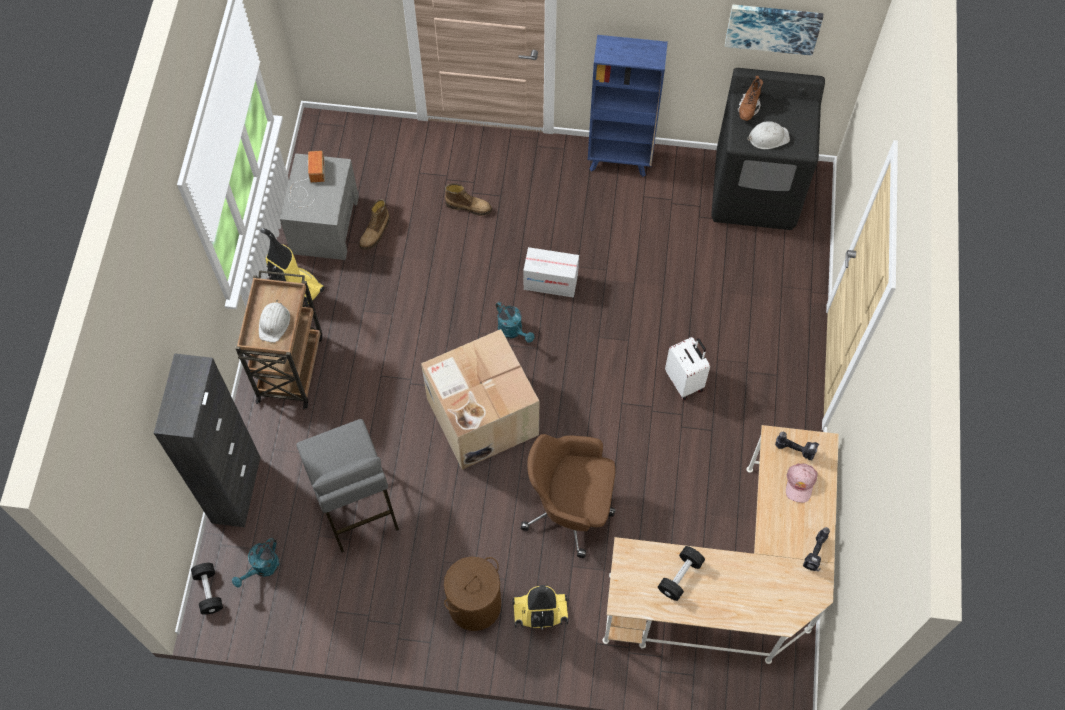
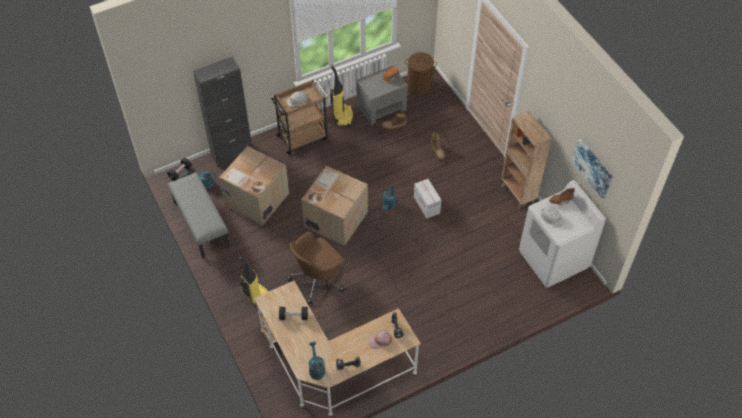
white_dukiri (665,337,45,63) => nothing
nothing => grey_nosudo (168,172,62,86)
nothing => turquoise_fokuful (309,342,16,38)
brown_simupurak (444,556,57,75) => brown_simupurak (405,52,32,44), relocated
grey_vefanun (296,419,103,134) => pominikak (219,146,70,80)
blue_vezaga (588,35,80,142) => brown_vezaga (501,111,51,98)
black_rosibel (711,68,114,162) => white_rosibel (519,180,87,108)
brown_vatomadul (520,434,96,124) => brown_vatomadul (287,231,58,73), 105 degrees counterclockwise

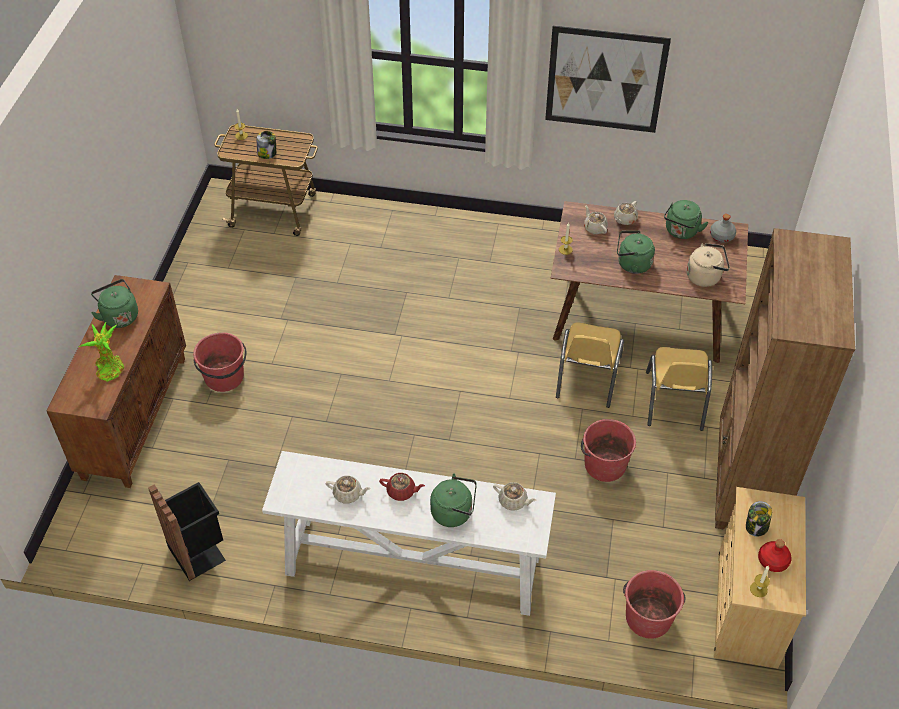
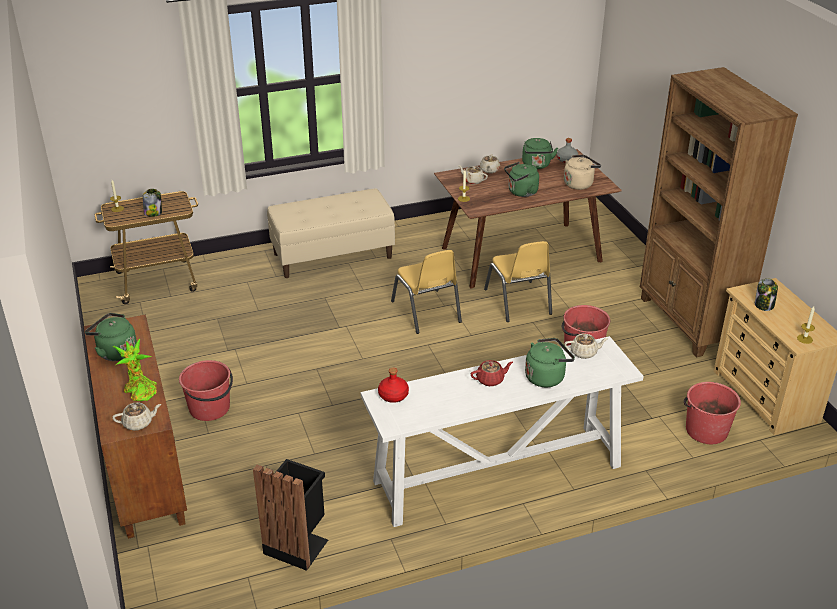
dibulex (545,25,126,108) => nothing
nothing => beige_nosudo (267,189,128,89)
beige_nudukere (326,475,45,28) => beige_nudukere (112,402,49,29), relocated
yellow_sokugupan (646,347,66,84) => yellow_sokugupan (391,250,71,84), relocated
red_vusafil (758,539,34,33) => red_vusafil (378,368,31,35), relocated

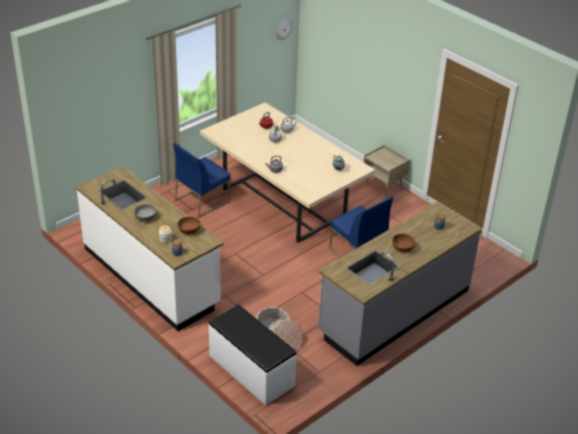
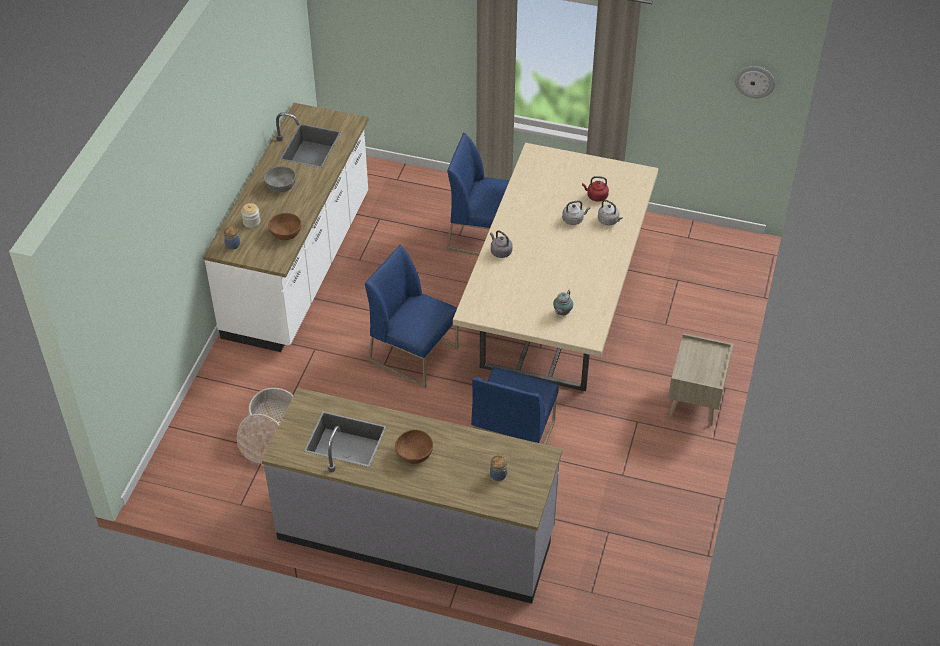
white_nosudo (208,305,89,100) => nothing
nothing => blue_sokugupan (365,245,93,143)

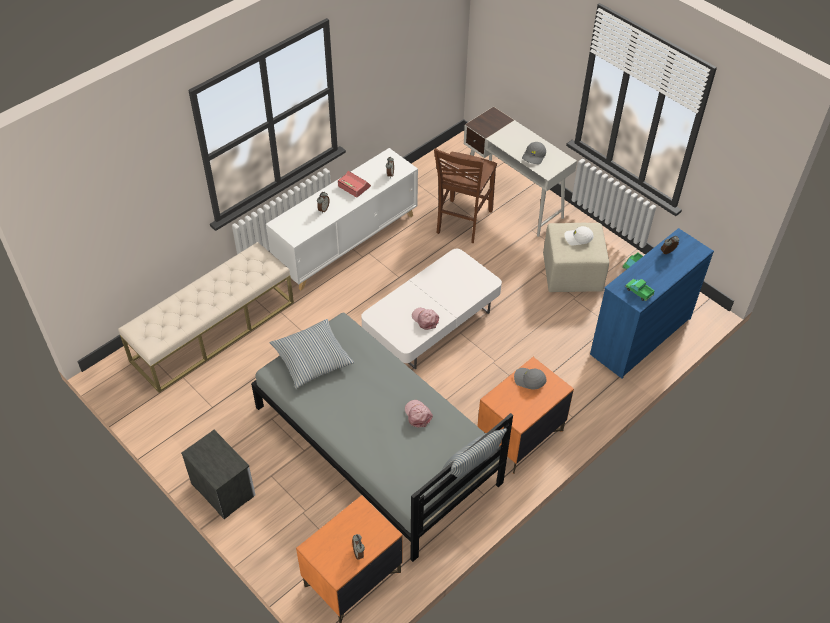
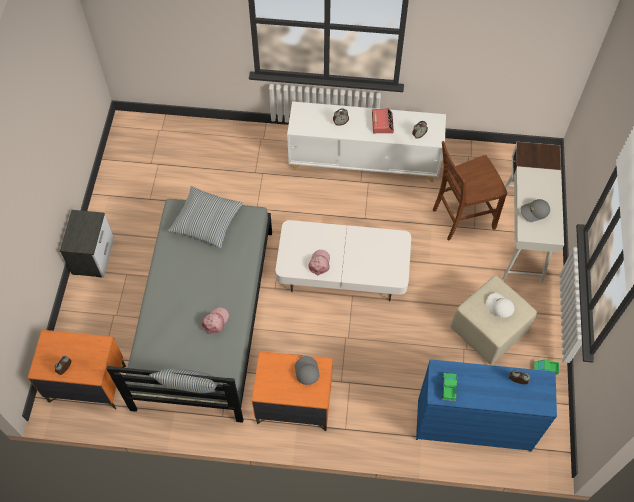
beige_nosudo (118,242,176,151) => nothing

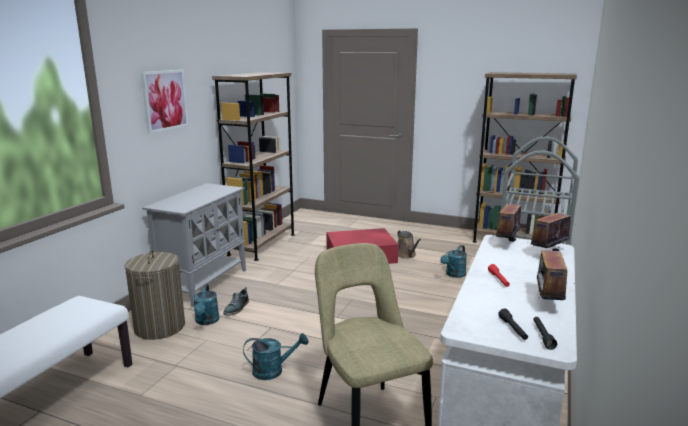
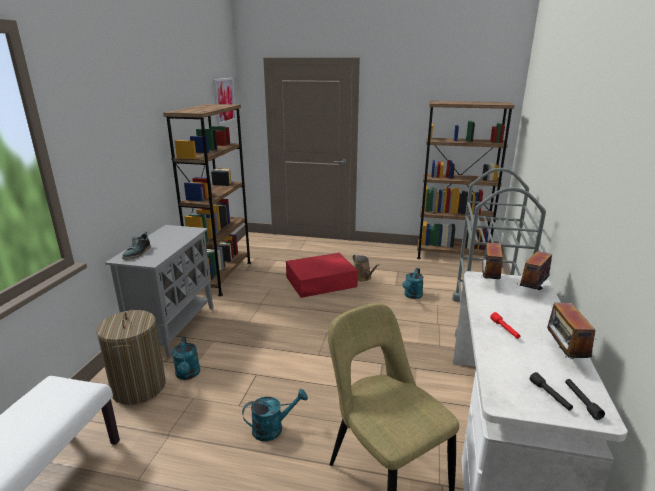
dibulex (141,70,48,64) => dibulex (213,78,23,47), relocated
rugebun (223,287,26,29) => rugebun (122,232,29,28), relocated

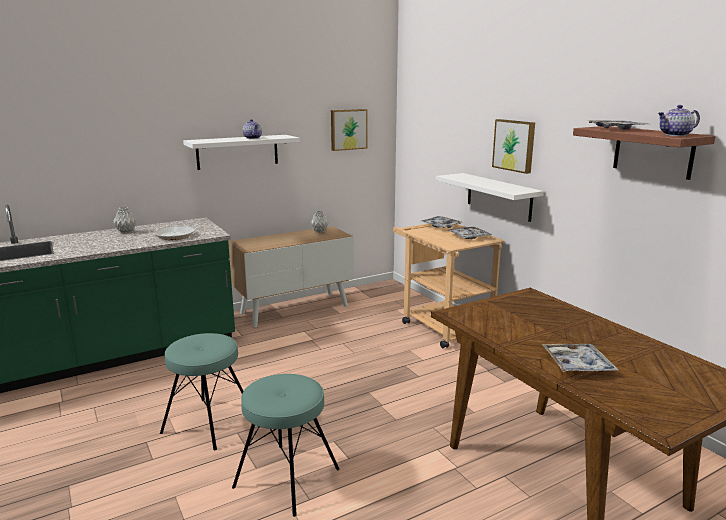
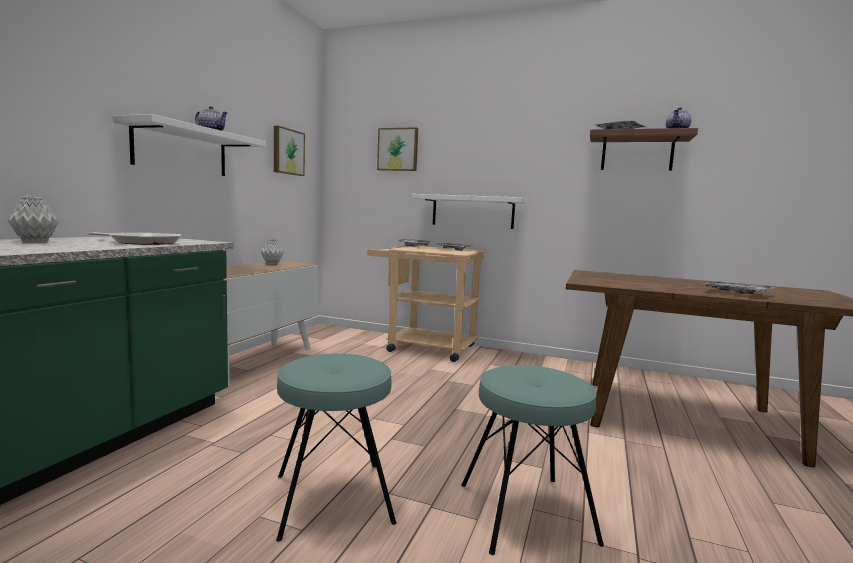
dibulex (492,119,43,55) => dibulex (377,127,41,44), relocated

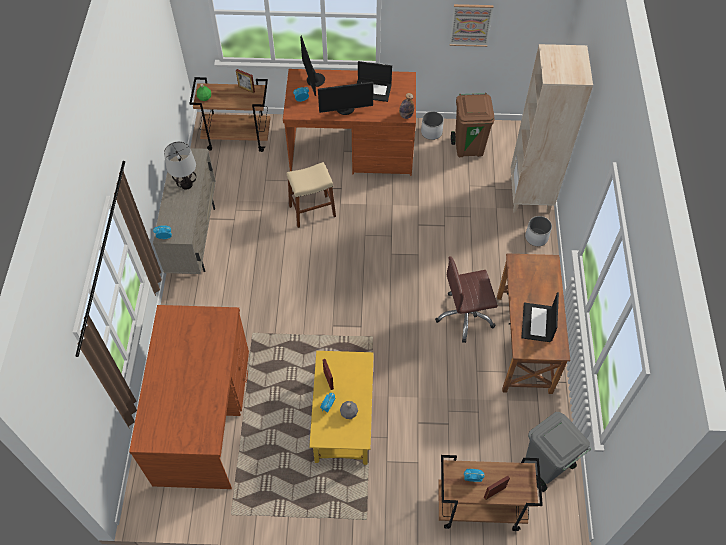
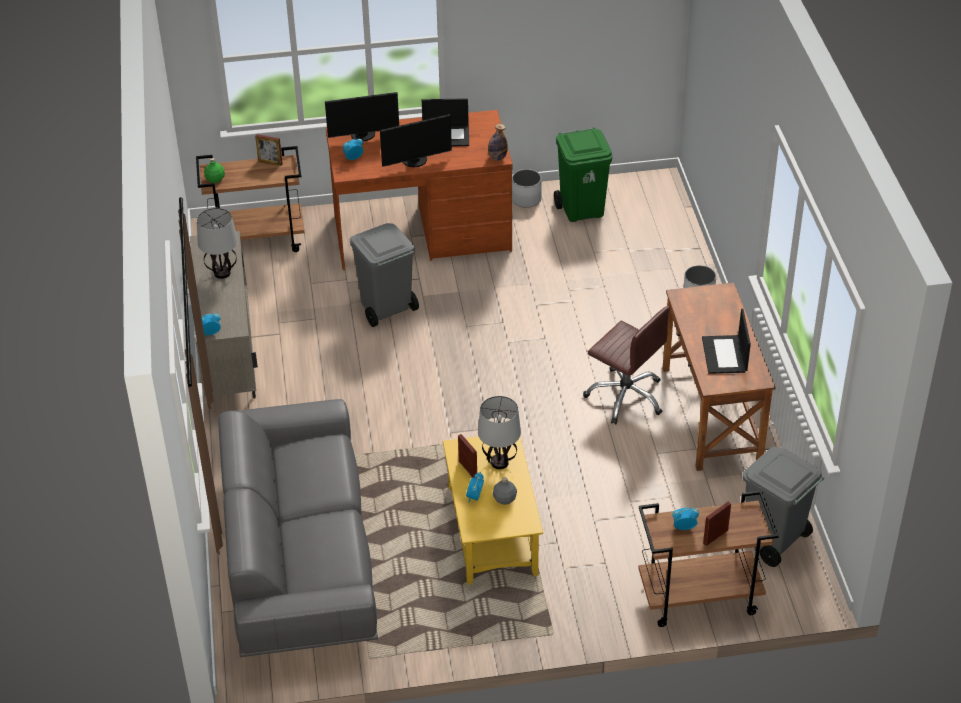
dibulex (449,4,45,43) => nothing
beige_vezaga (511,44,82,169) => nothing
nothing => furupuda (478,396,43,73)
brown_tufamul (129,305,120,184) => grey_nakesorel (218,399,160,258)
beige_vefanun (287,162,49,66) => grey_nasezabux (350,223,69,104)
brown_nasezabux (451,93,44,64) => green_nasezabux (554,127,59,95)
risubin (300,35,25,61) => risubin (325,92,74,49), 75 degrees counterclockwise
brown_vatomadul (435,256,63,87) => brown_vatomadul (583,306,87,118), 120 degrees counterclockwise

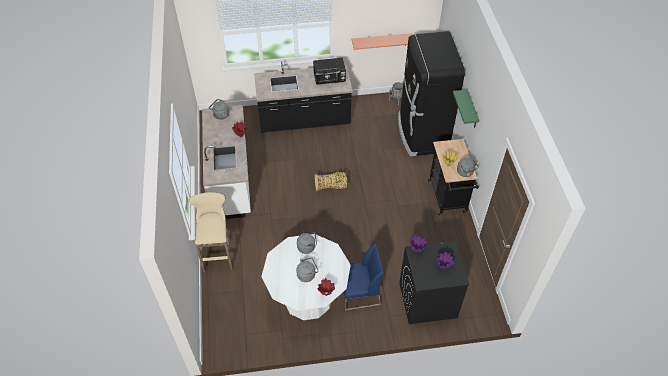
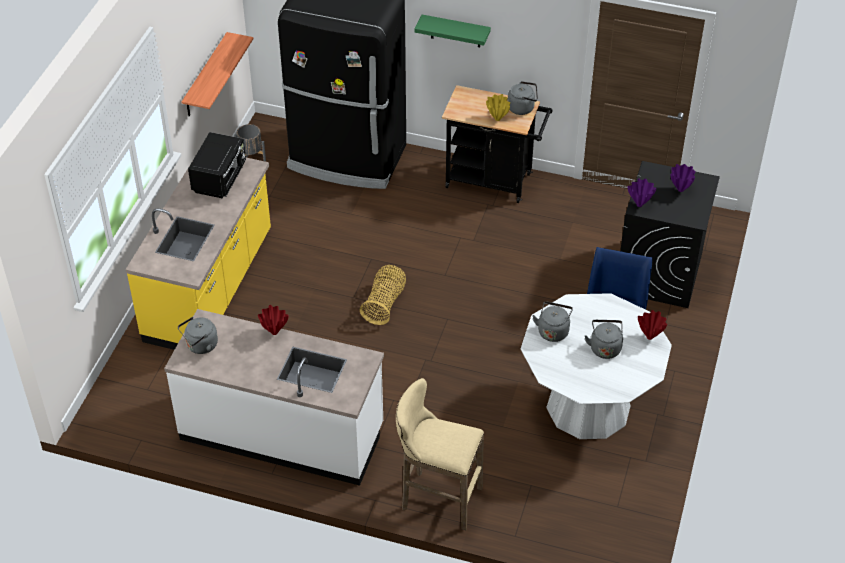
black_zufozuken (254,62,98,71) => yellow_zufozuken (125,158,146,192)

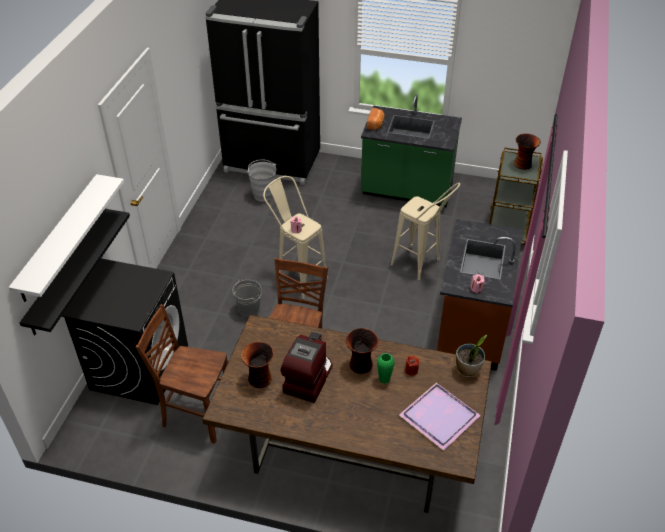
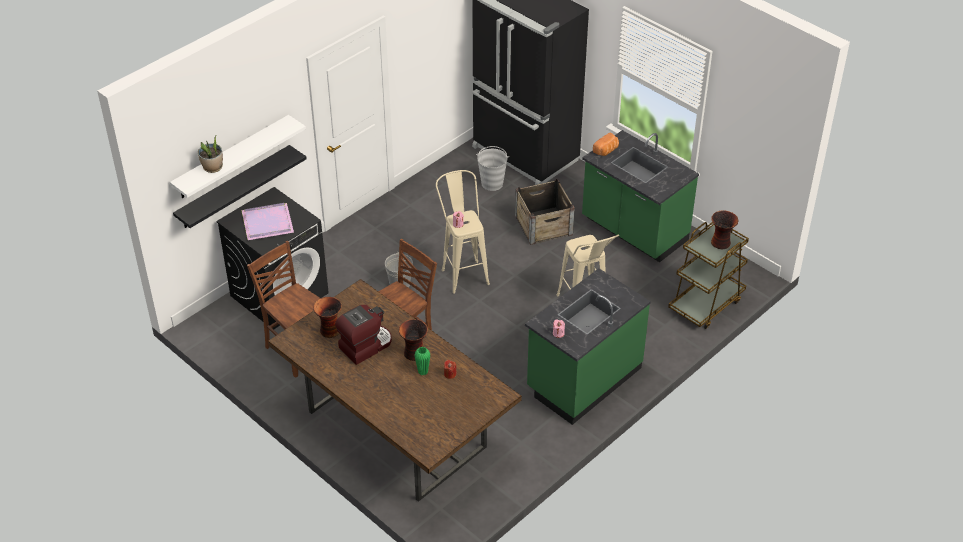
nothing => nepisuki (515,179,60,66)
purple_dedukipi (399,383,82,68) => purple_dedukipi (241,203,53,37), relocated
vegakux (456,335,31,43) => vegakux (198,135,25,38), relocated
brown_zufozuken (437,219,86,152) => green_zufozuken (525,268,126,157)

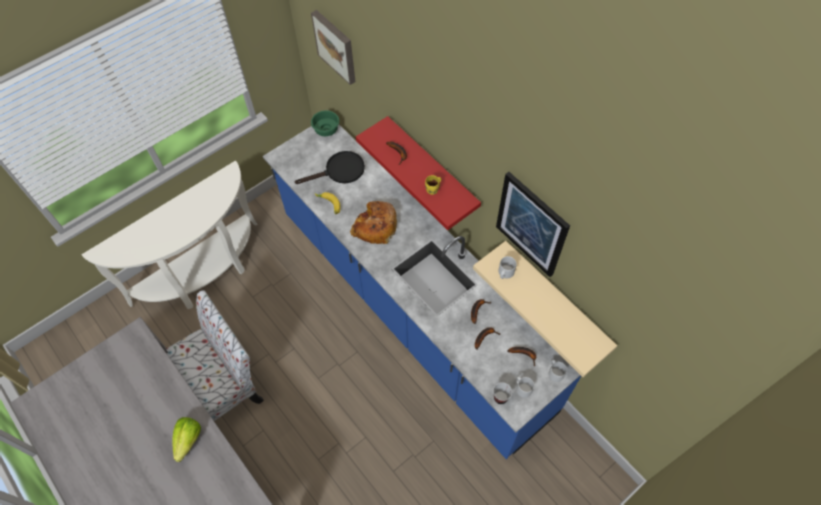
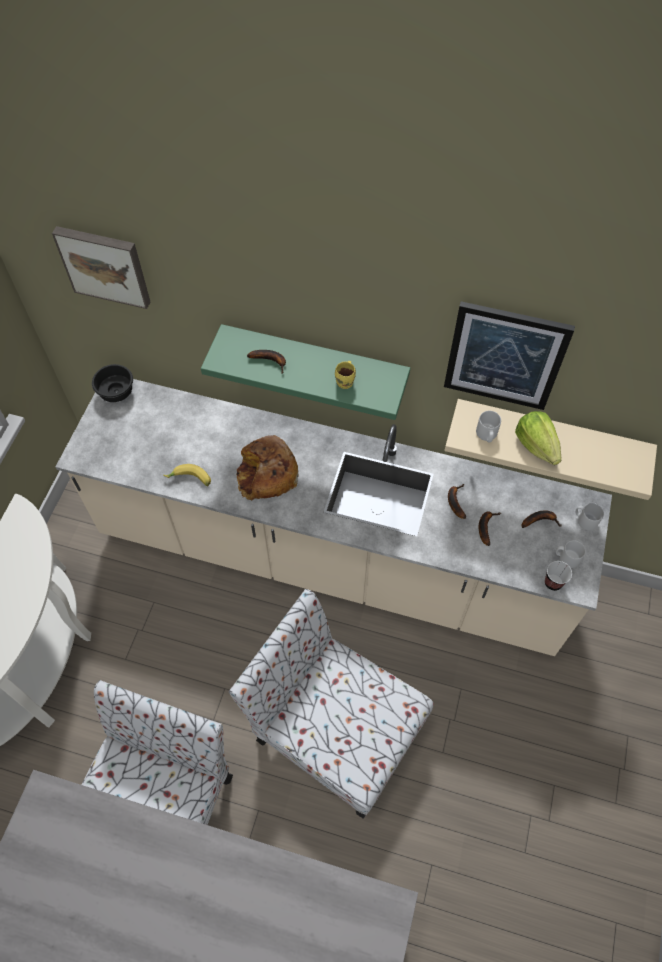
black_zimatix (295,151,70,33) => nothing
nothing => sokugupan (229,589,205,230)
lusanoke (172,417,29,45) => lusanoke (515,411,46,54), relocated
blue_zufozuken (263,125,318,334) => beige_zufozuken (55,379,557,277)
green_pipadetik (311,110,28,26) => black_pipadetik (92,364,41,38)
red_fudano (356,116,125,114) => green_fudano (201,324,209,96)

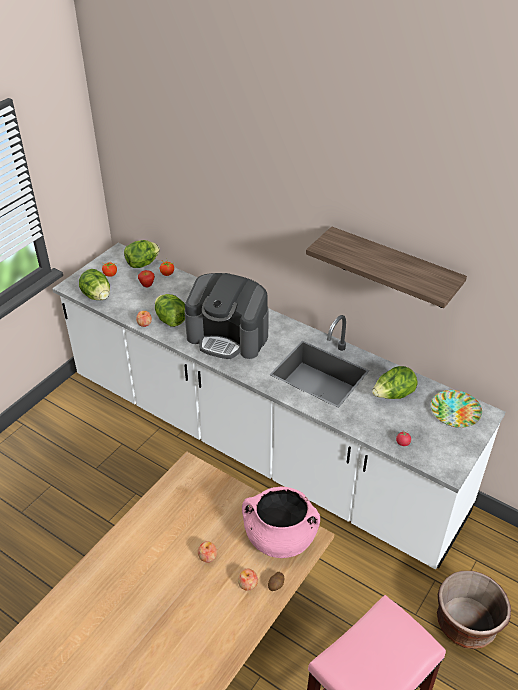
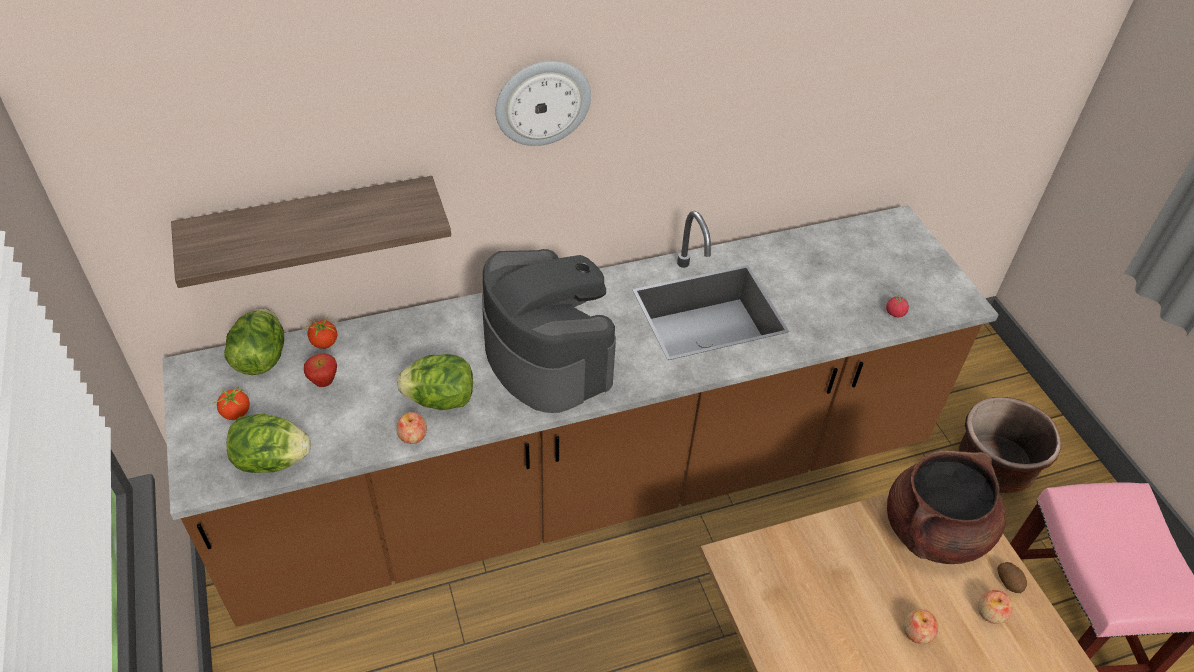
lusanoke (372,366,45,33) => nothing
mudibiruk (431,390,51,38) => nothing
nothing => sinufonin (495,61,96,85)
fudano (306,227,161,81) => fudano (171,176,280,112), relocated
white_zufozuken (52,243,453,326) => brown_zufozuken (162,205,837,422)
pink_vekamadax (242,487,78,71) => brown_vekamadax (887,450,119,114)
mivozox (184,273,85,86) => mivozox (482,249,134,164), 90 degrees counterclockwise

